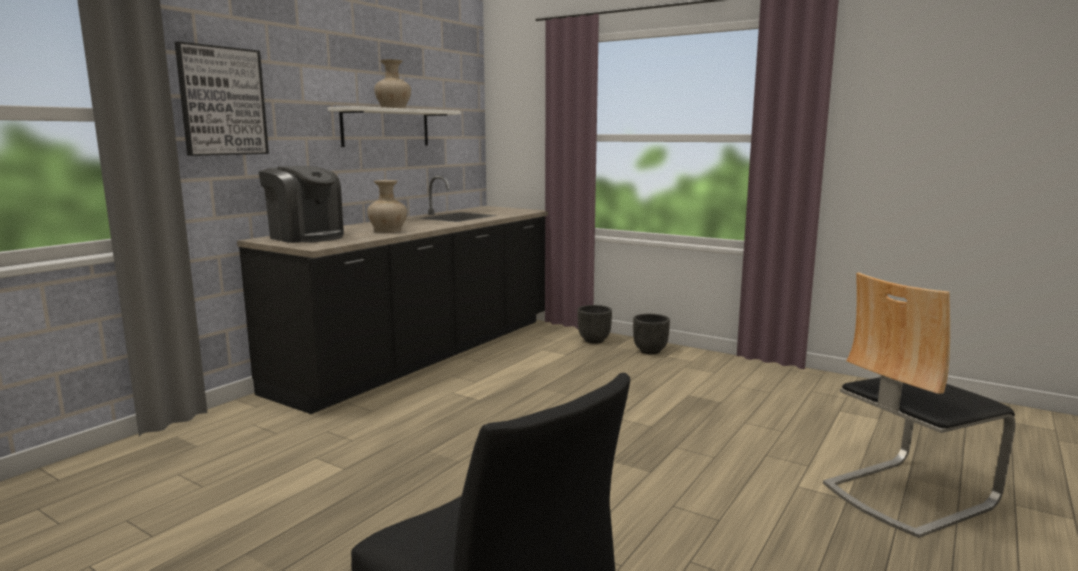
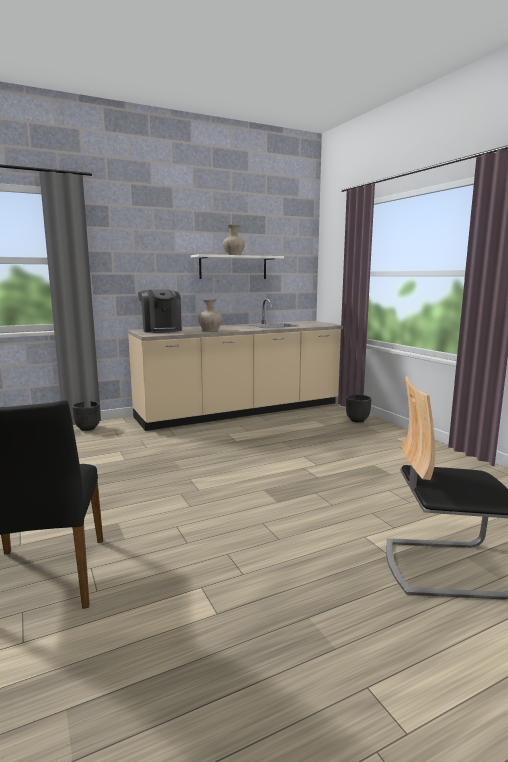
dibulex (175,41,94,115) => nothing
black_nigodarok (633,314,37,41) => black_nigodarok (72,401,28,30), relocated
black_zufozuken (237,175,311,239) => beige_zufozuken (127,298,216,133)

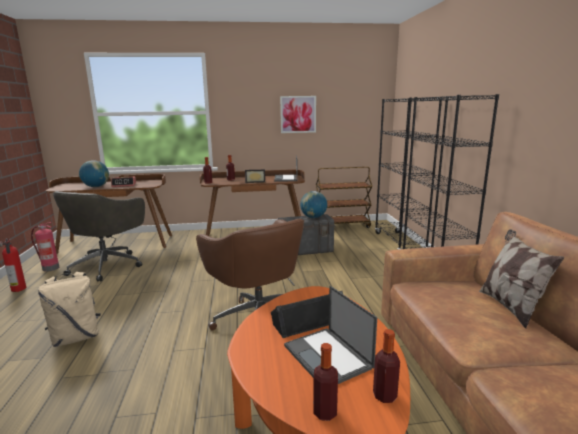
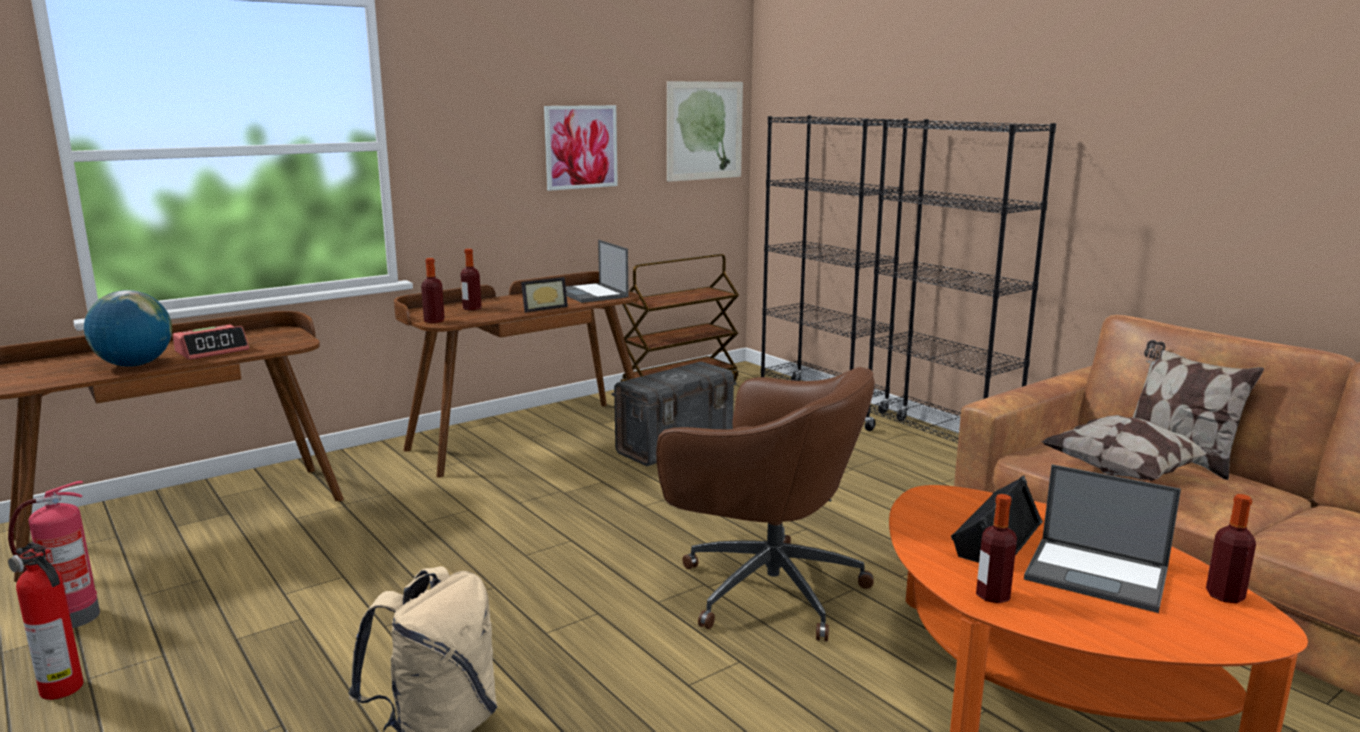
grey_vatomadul (53,191,92,90) => nothing
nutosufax (300,191,27,27) => nothing
nothing => dibulex (667,81,76,101)
nothing => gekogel (1041,415,182,66)
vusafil (313,343,25,78) => vusafil (976,494,41,110), relocated

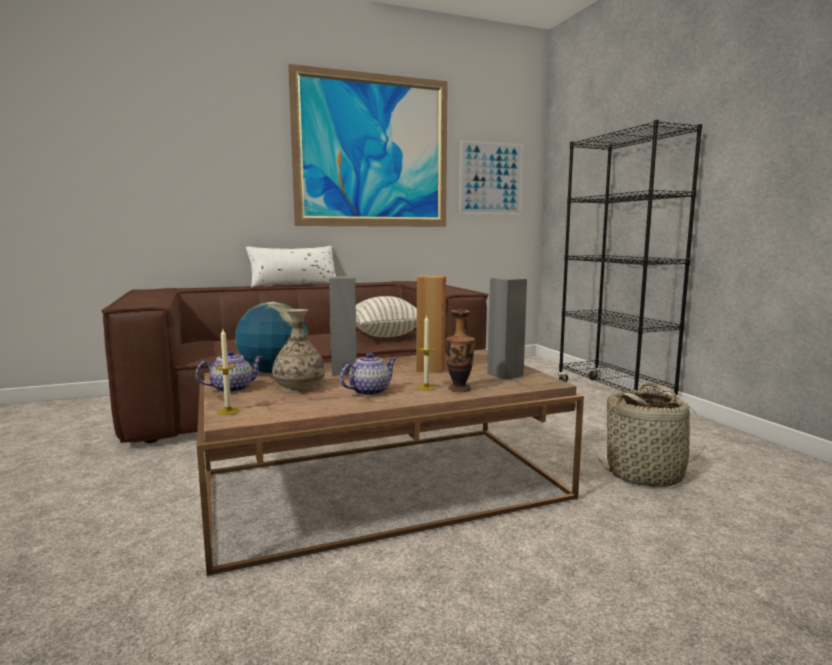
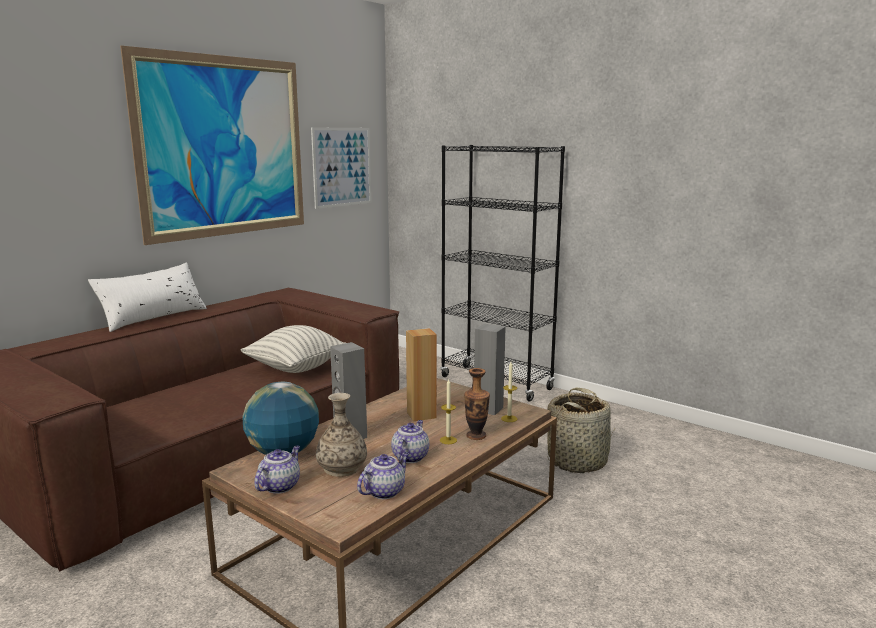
nothing => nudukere (357,452,52,47)
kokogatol (215,329,25,86) => kokogatol (501,362,16,60), relocated

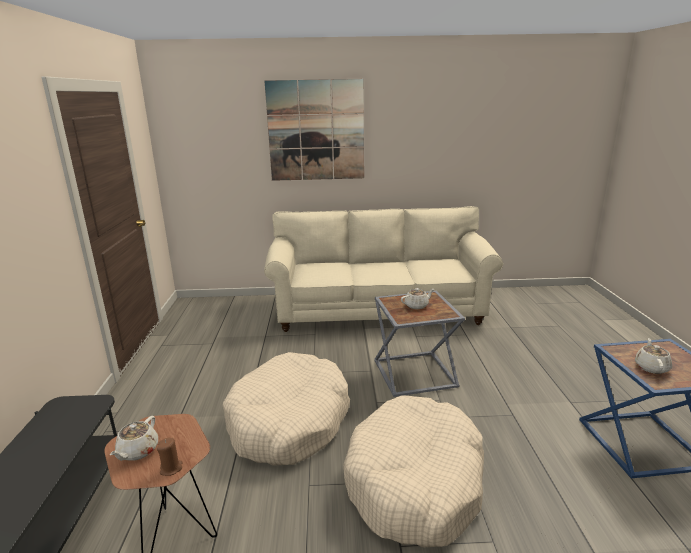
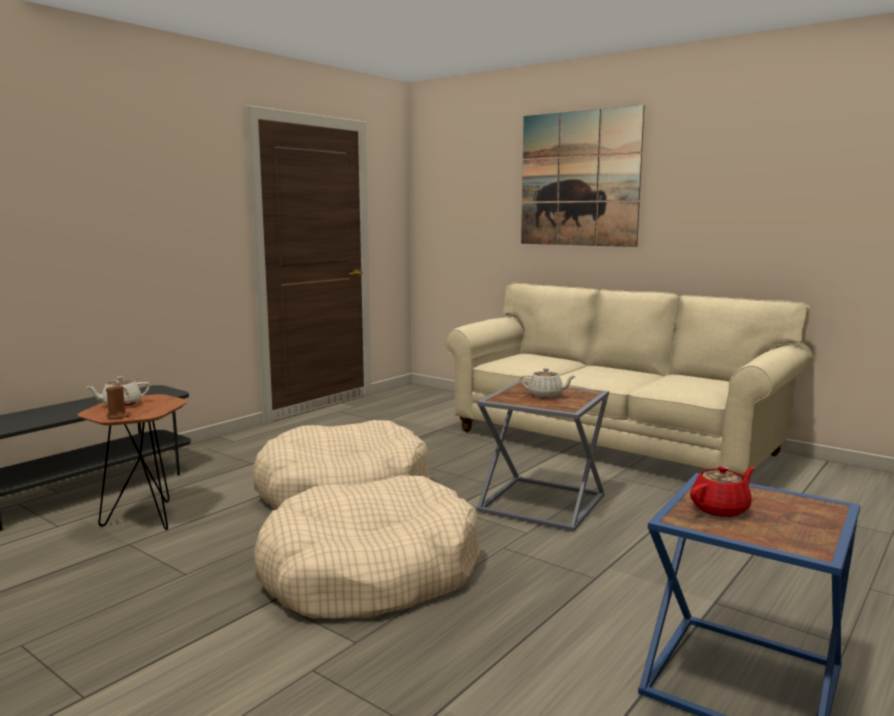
beige_nudukere (635,338,37,36) => red_nudukere (690,466,65,51)

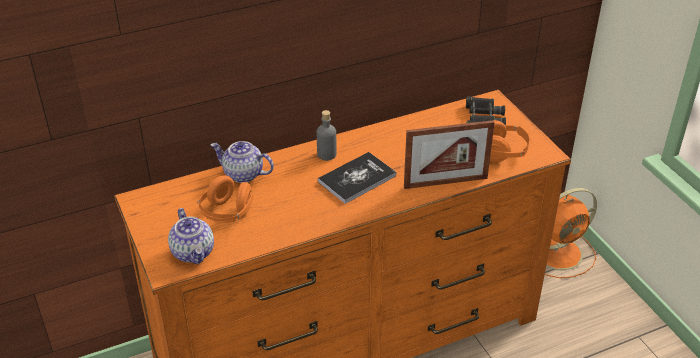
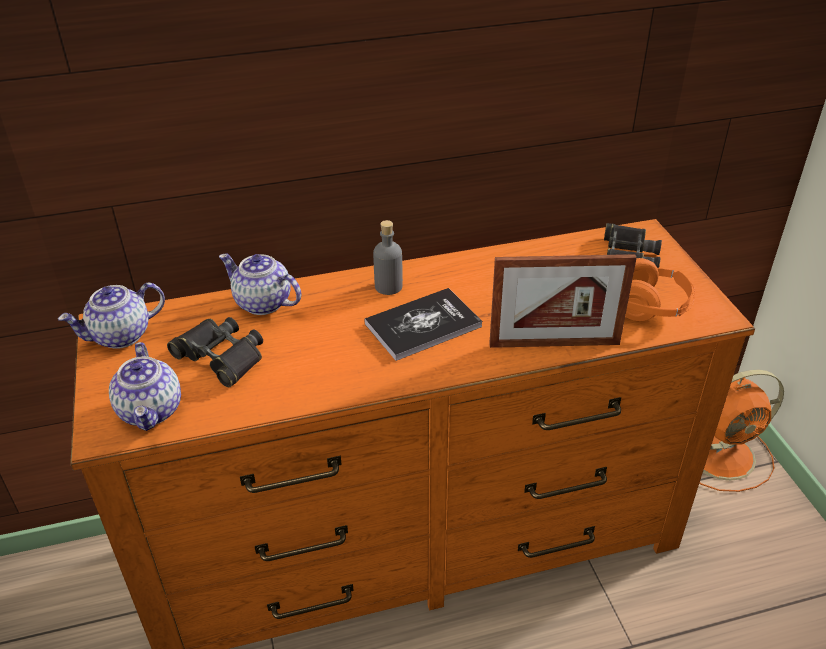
nothing => nudukere (58,283,107,66)
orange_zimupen (198,175,56,48) => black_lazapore (167,317,96,70)

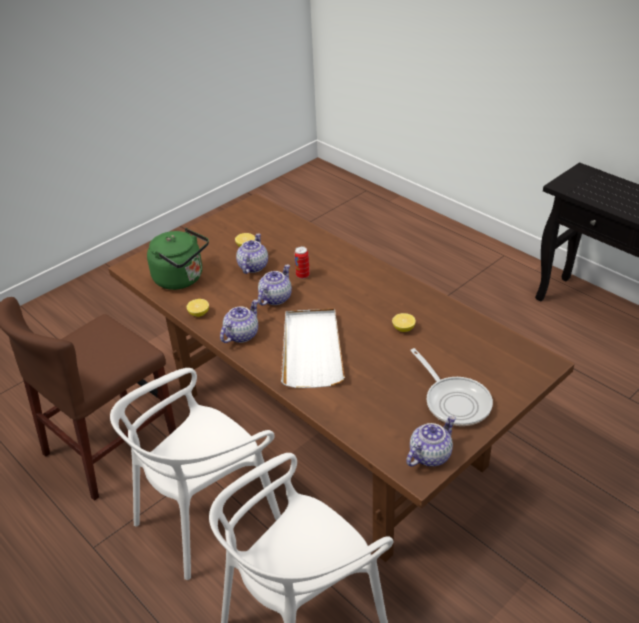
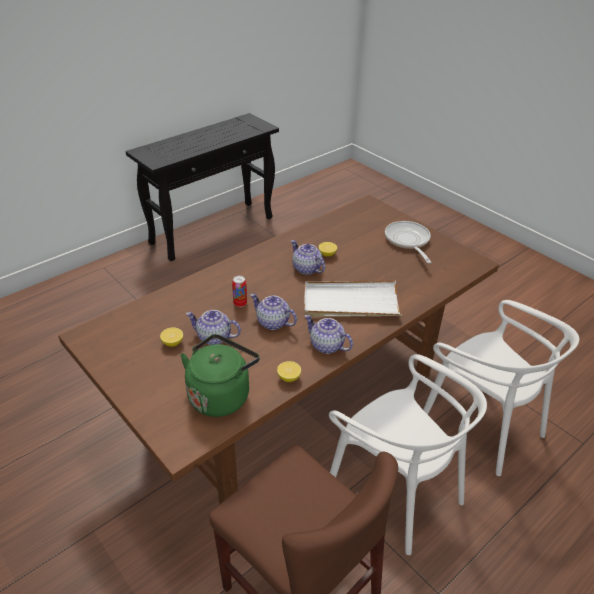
nudukere (406,416,50,51) => nudukere (291,240,34,35), relocated
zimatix (410,348,83,78) => zimatix (385,221,46,42), 75 degrees counterclockwise

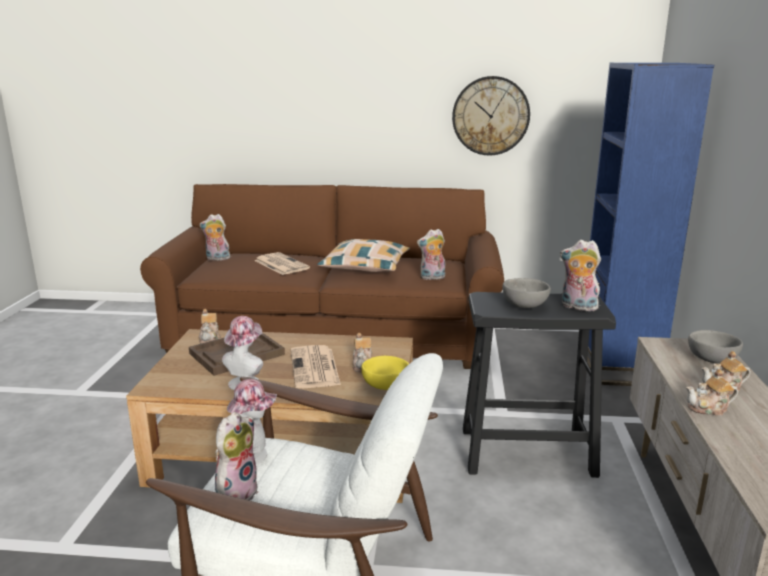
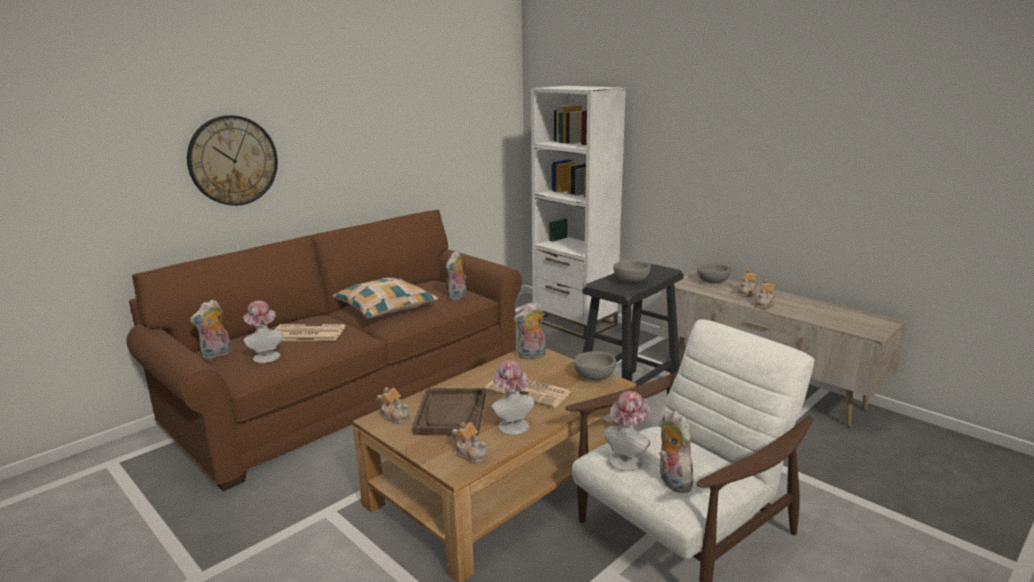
nothing => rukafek (243,301,40,62)
nudukere (352,333,20,39) => nudukere (452,421,35,43), relocated
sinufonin (452,76,78,80) => sinufonin (187,115,91,91), relocated
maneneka (560,240,41,71) => maneneka (514,302,32,58), relocated
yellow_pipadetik (361,356,48,34) => grey_pipadetik (574,351,42,29)
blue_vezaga (587,63,127,323) => white_vezaga (531,86,95,253)

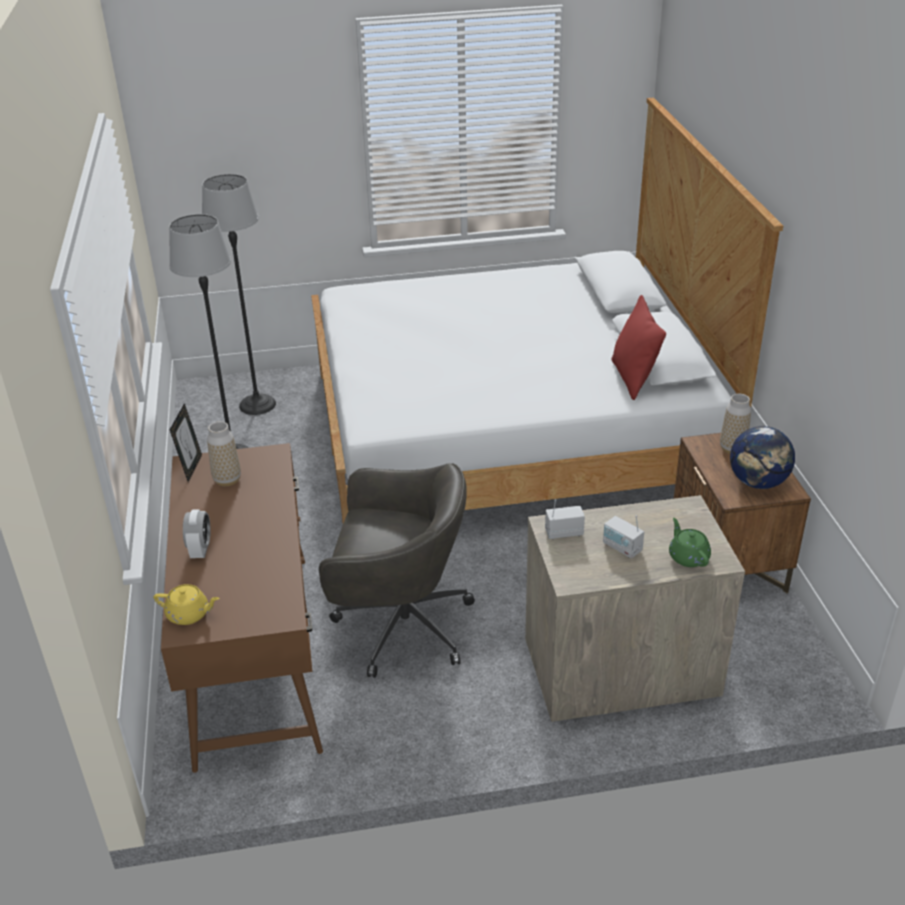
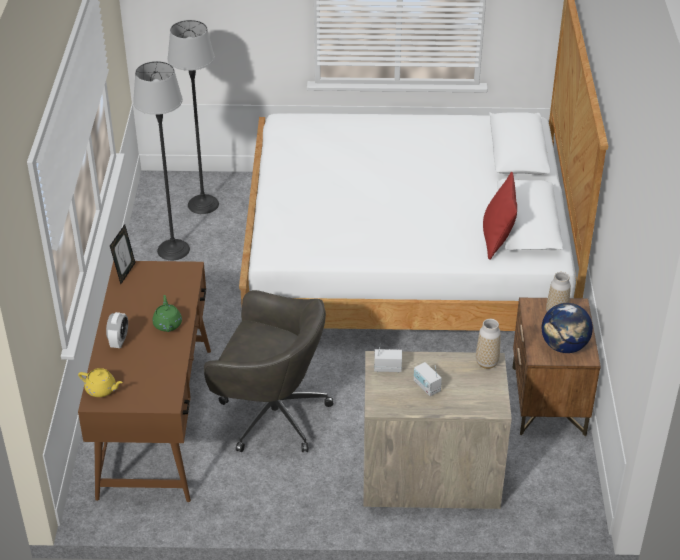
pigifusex (207,421,34,65) => pigifusex (476,319,25,50), relocated
green_nudukere (669,518,42,49) => green_nudukere (153,295,29,37), relocated

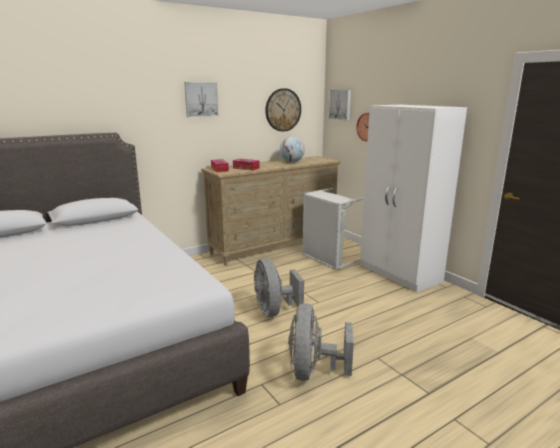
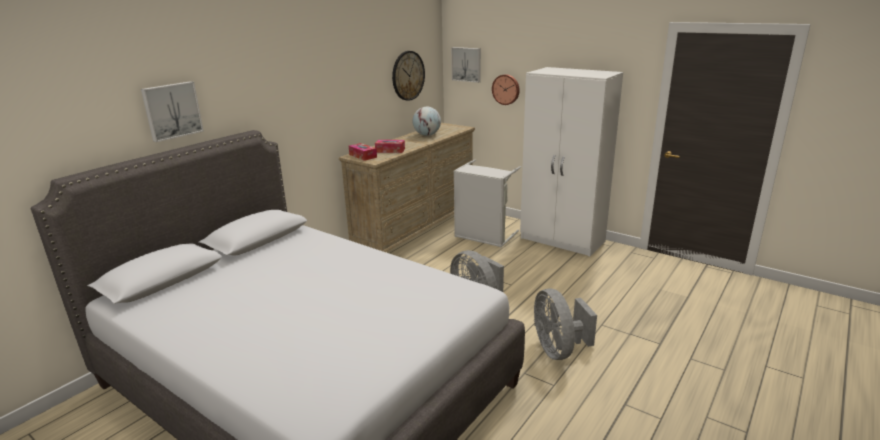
dibulex (184,82,35,35) => dibulex (141,81,63,61), relocated

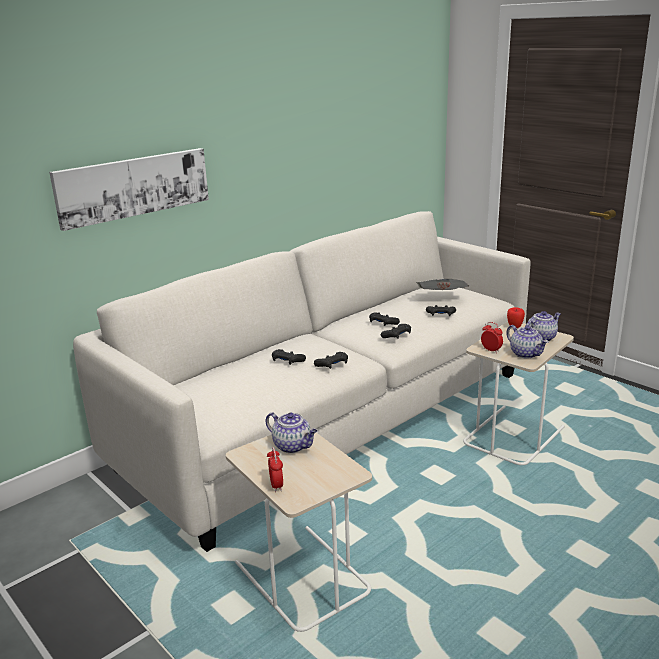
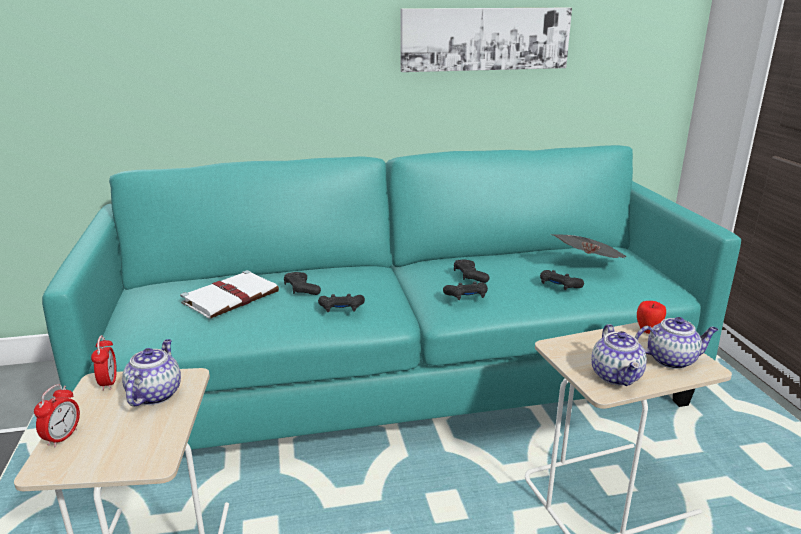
nothing => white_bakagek (180,270,99,49)
dibulex (49,148,160,83) => dibulex (400,8,172,64), relocated
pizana (481,322,22,31) => pizana (91,335,26,56), relocated
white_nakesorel (73,211,457,341) => turquoise_nakesorel (42,145,699,305)
nudukere (266,412,51,41) => nudukere (122,339,59,67), 150 degrees counterclockwise

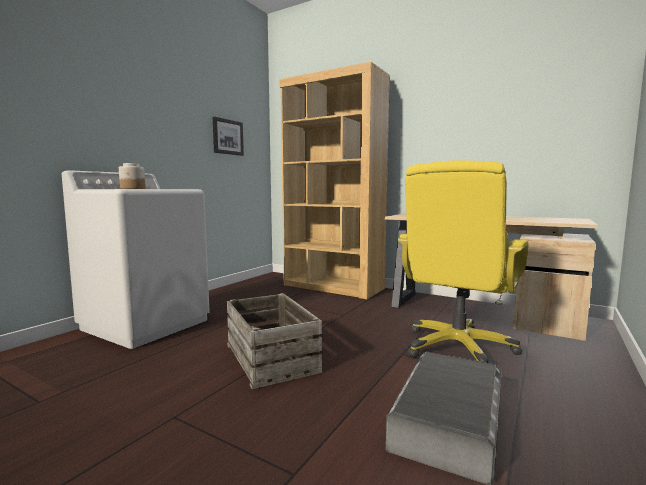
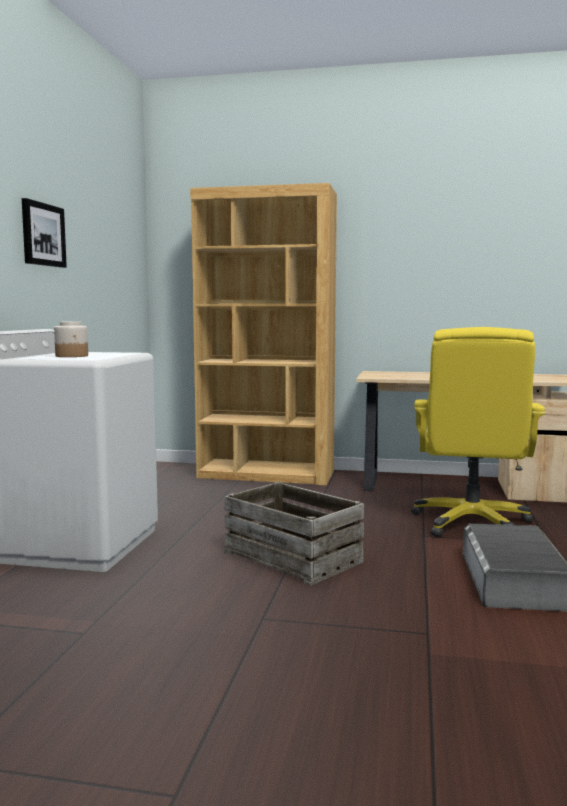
dibulex (213,117,31,39) => dibulex (22,198,45,70), relocated

